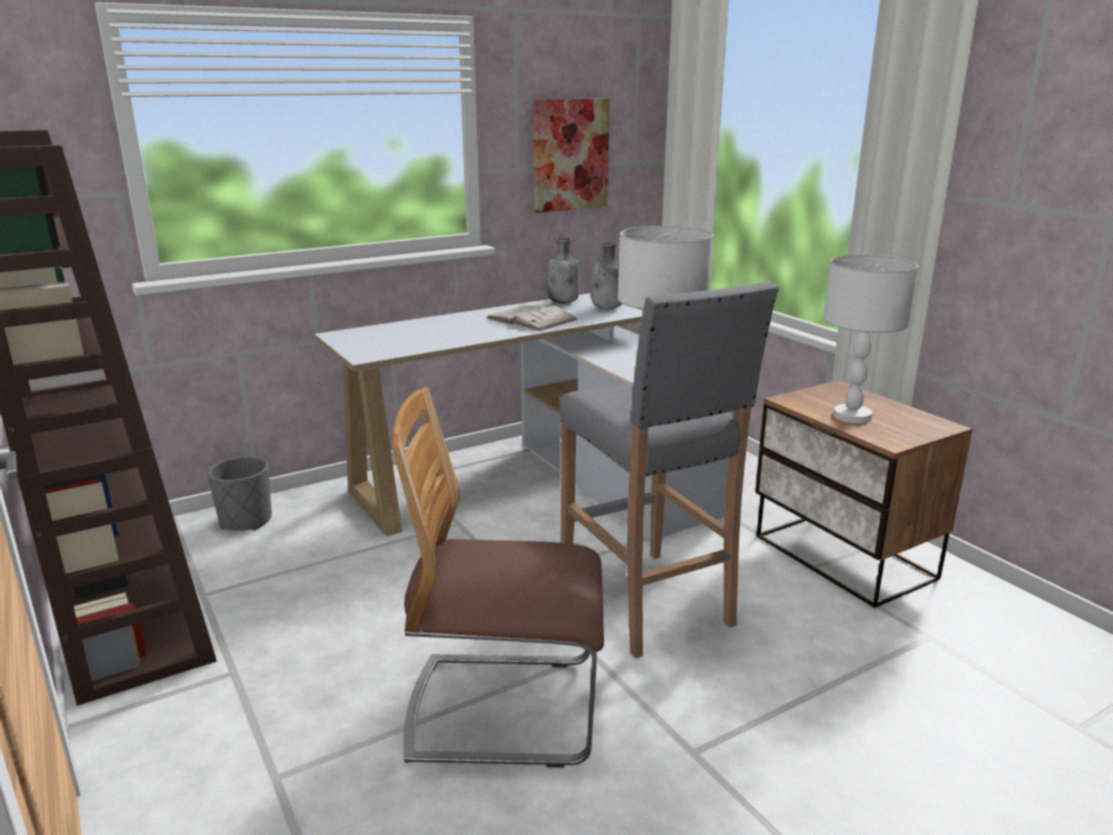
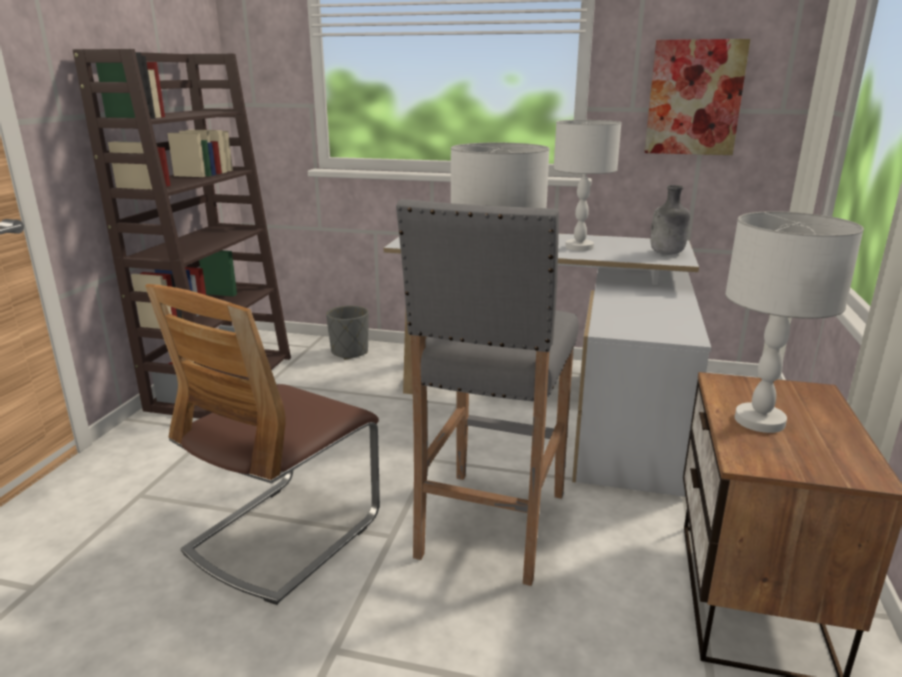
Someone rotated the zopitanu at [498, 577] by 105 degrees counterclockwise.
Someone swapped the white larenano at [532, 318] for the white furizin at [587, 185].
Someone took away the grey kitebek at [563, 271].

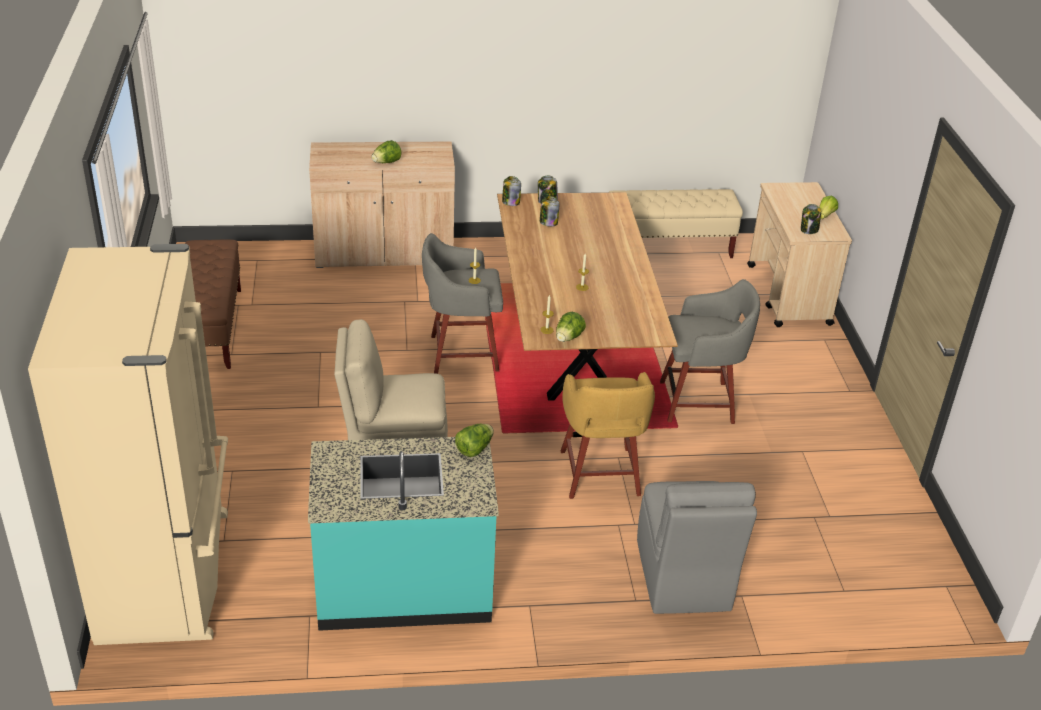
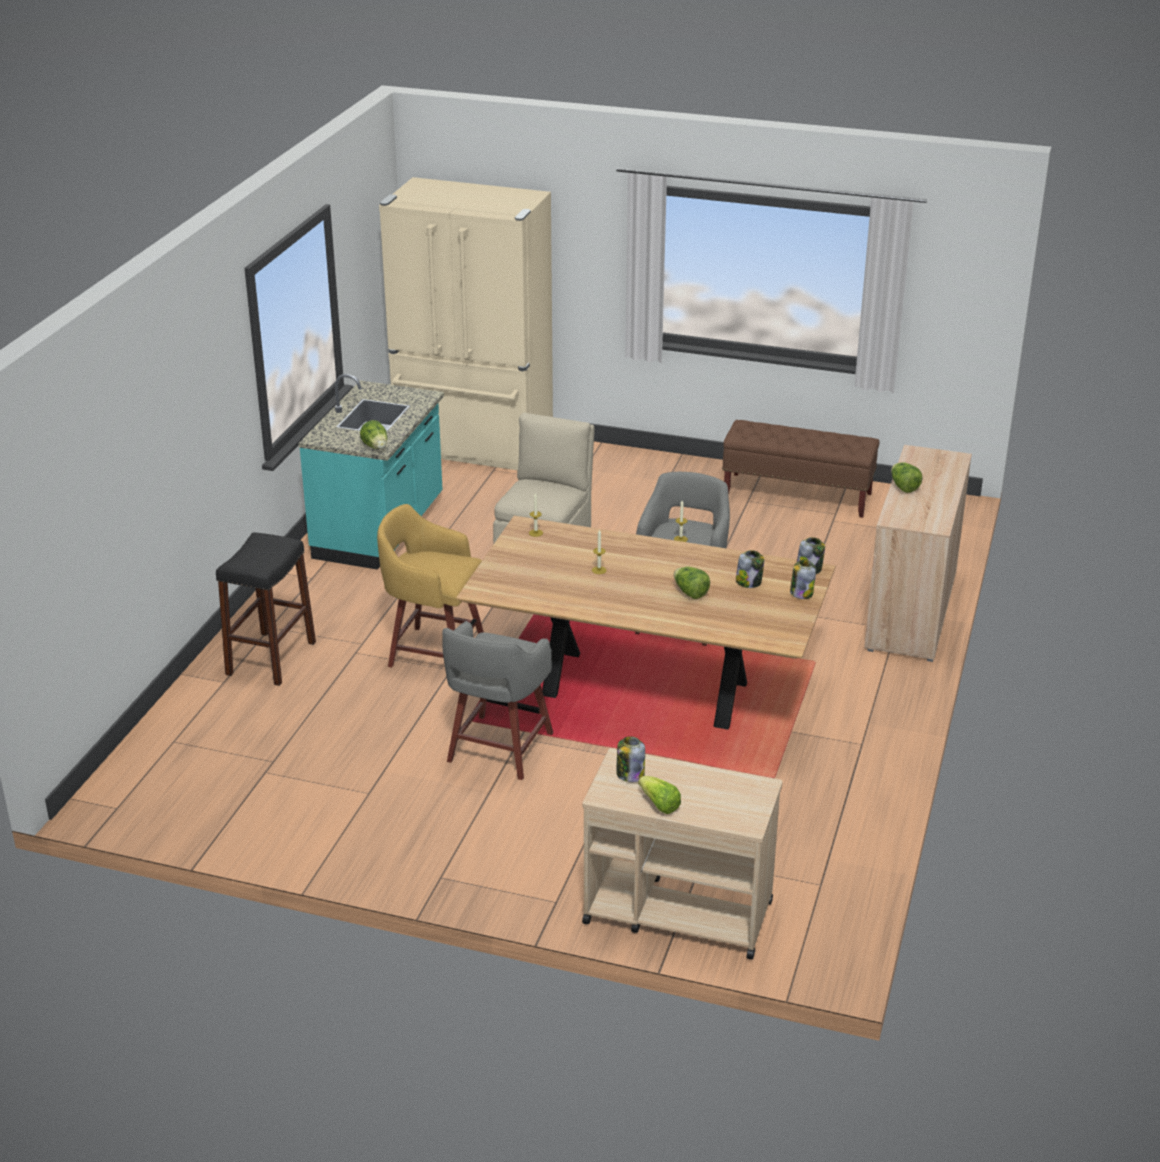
Someone carried the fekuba from [571, 327] to [692, 583].
Someone took away the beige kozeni at [676, 223].
Someone swapped the grey zopitanu at [697, 547] for the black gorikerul at [266, 609].

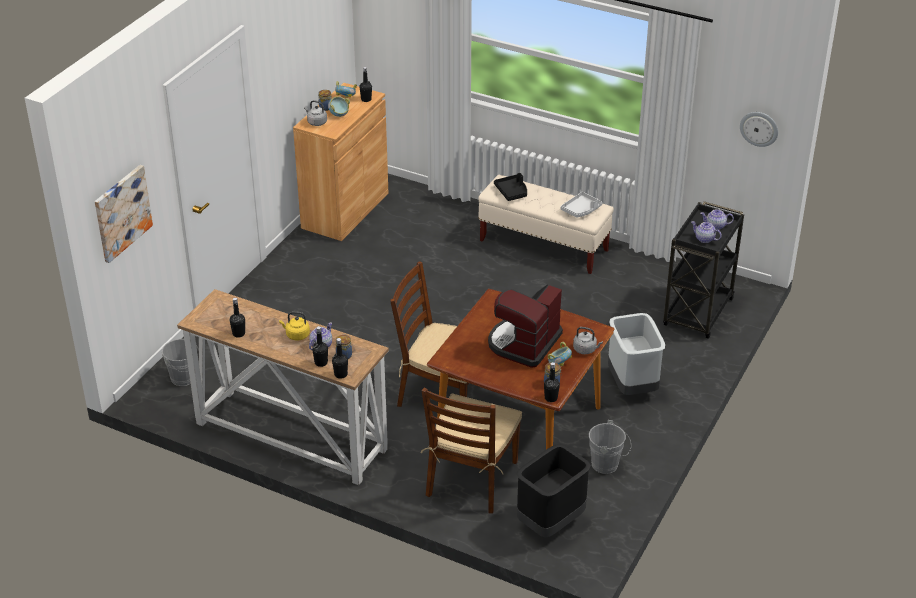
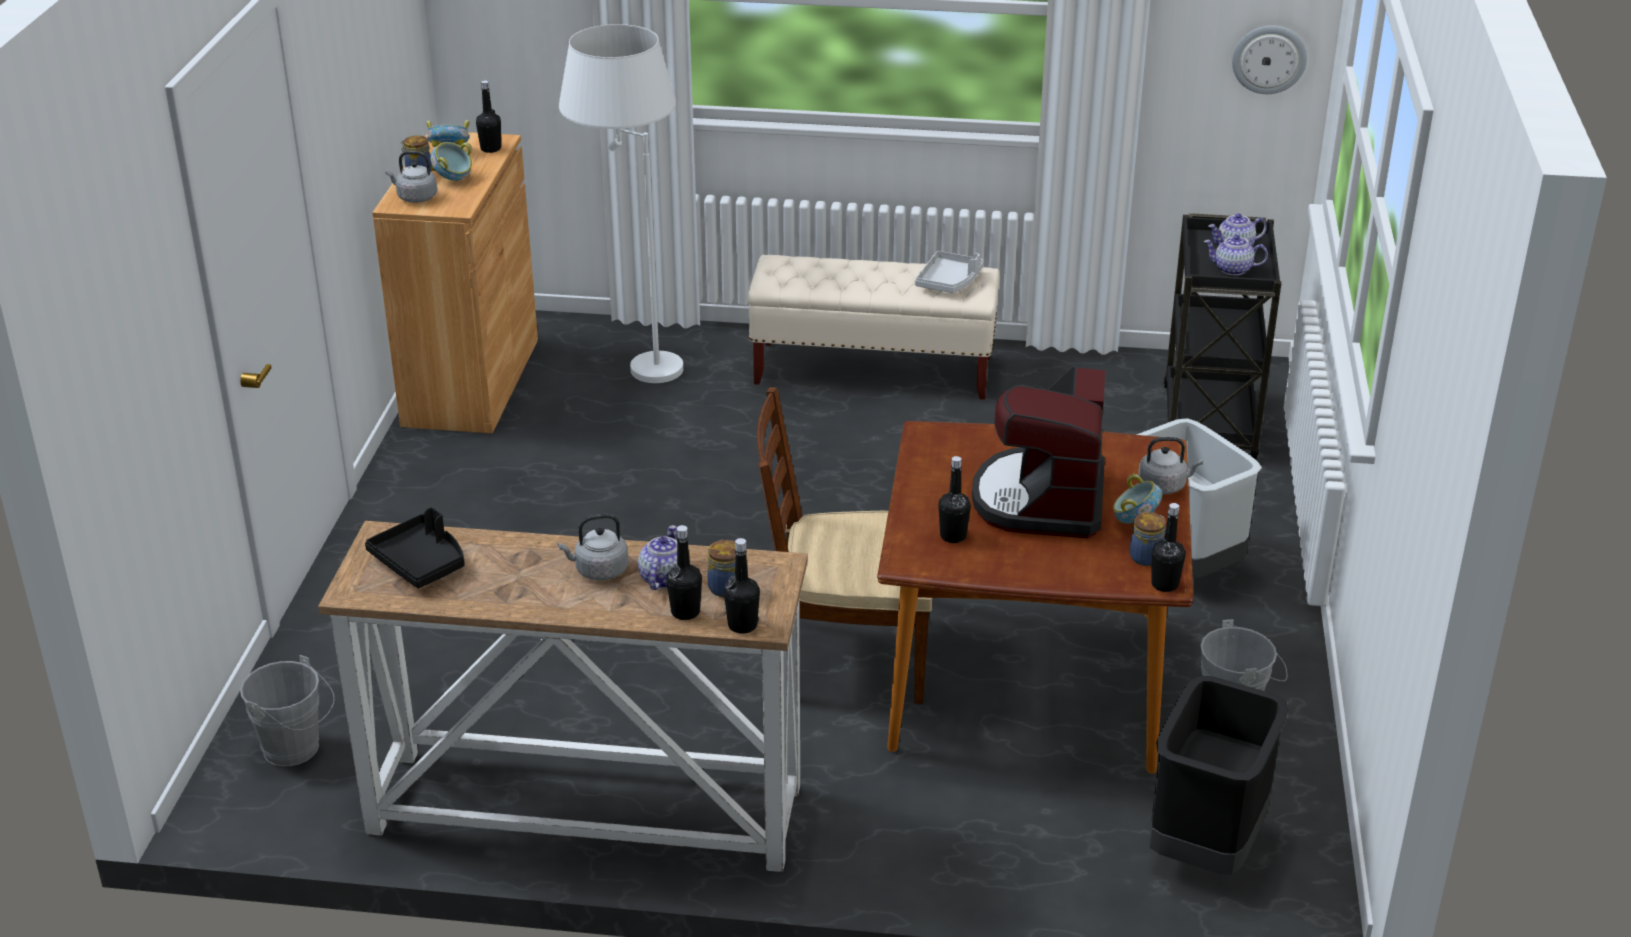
Someone took away the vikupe at [124, 214].
Someone carried the black kitebek from [237, 318] to [954, 499].
Someone repainted the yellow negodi at [294, 325], which became the grey negodi at [593, 547].
Someone took away the brown zopitanu at [471, 450].
Someone carried the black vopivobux from [510, 187] to [415, 547].
Someone put down the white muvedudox at [621, 203].

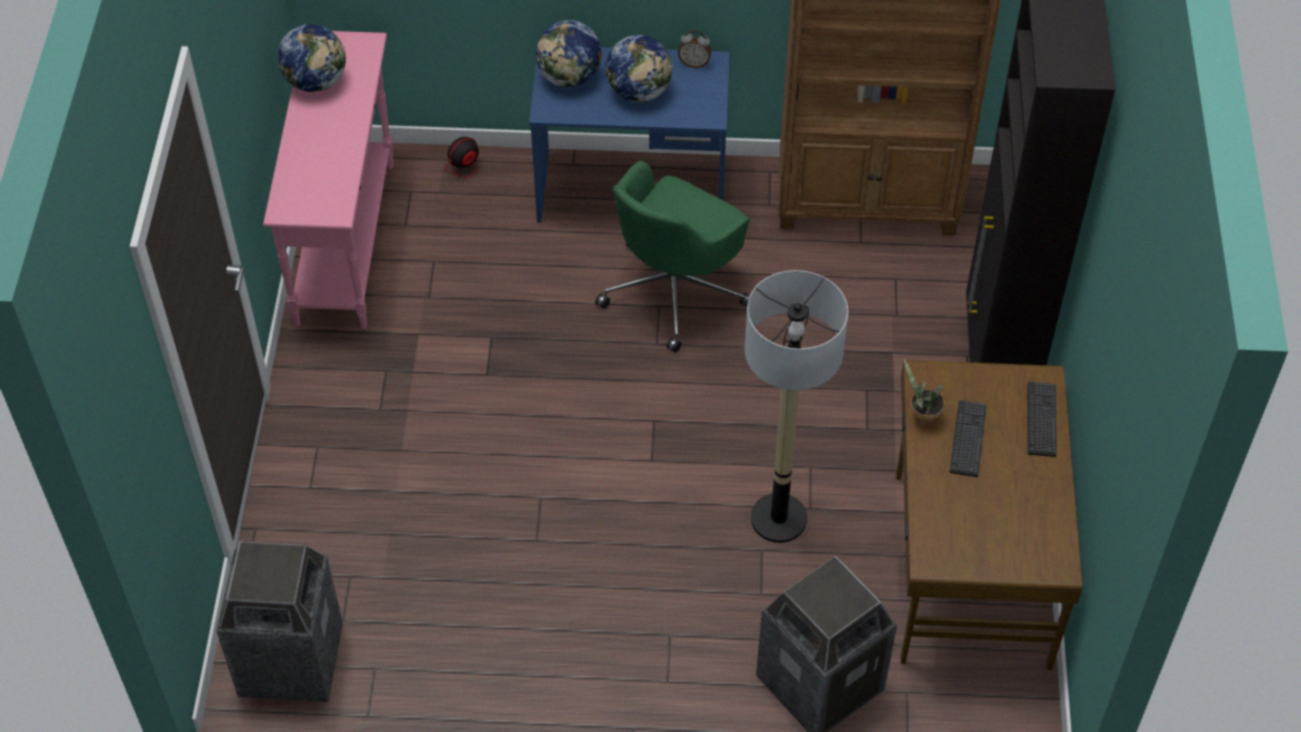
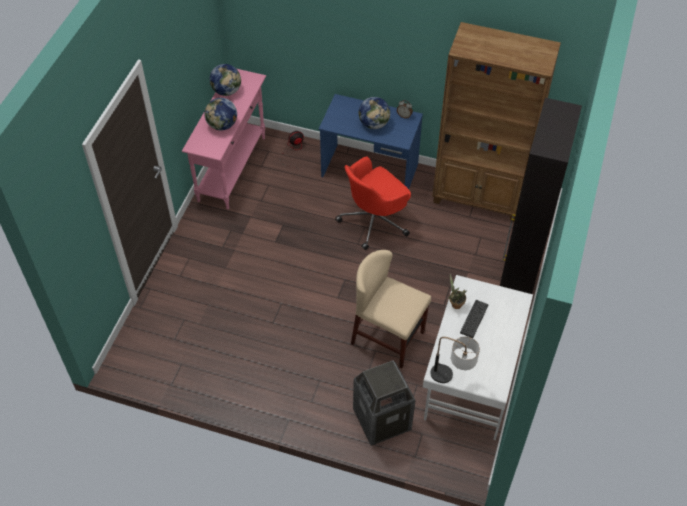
Someone took away the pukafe at [279, 621].
Someone carried the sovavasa from [568, 53] to [220, 114].
Someone repainted the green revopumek at [672, 257], which became the red revopumek at [373, 203].
Someone swapped the muvedudox at [796, 406] for the beige zopitanu at [391, 309].
Someone repainted the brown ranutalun at [989, 515], which became the white ranutalun at [478, 357].
Someone took away the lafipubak at [1042, 419].
Someone put down the furizin at [455, 360].

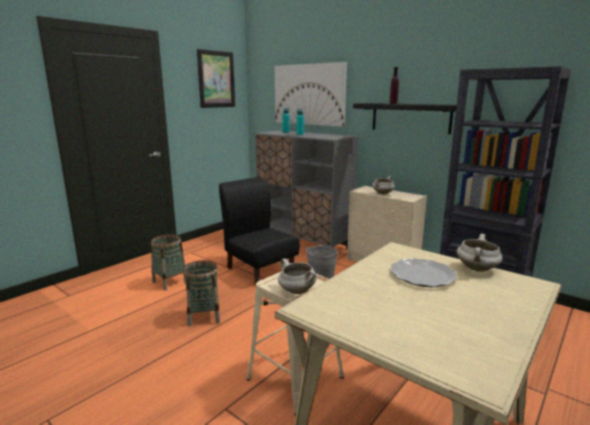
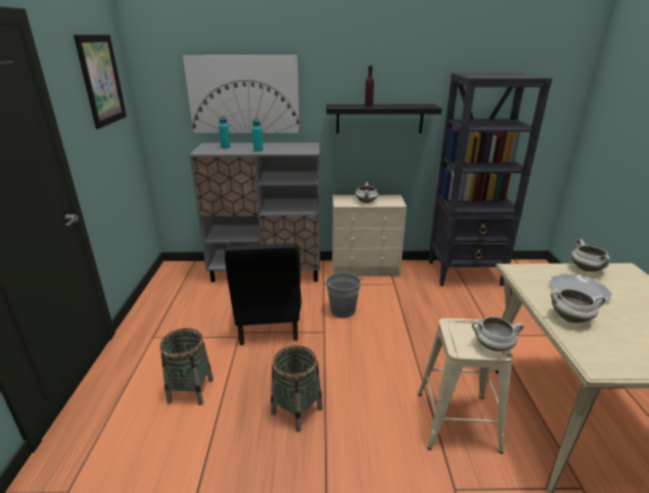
Someone rotated the black zopitanu at [259, 231] by 105 degrees counterclockwise.
Someone put down the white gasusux at [578, 306].

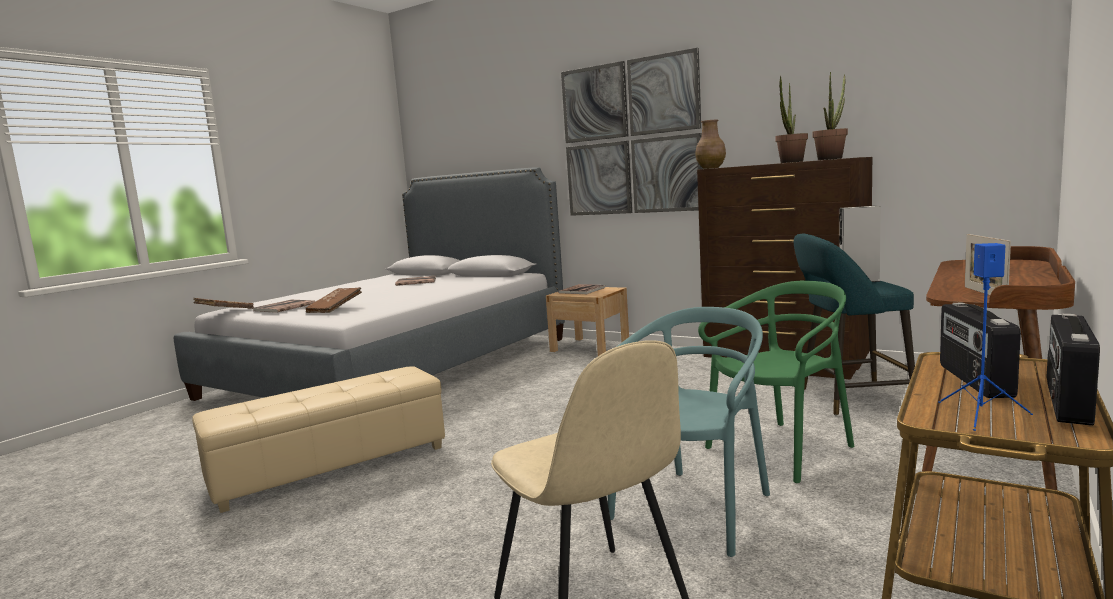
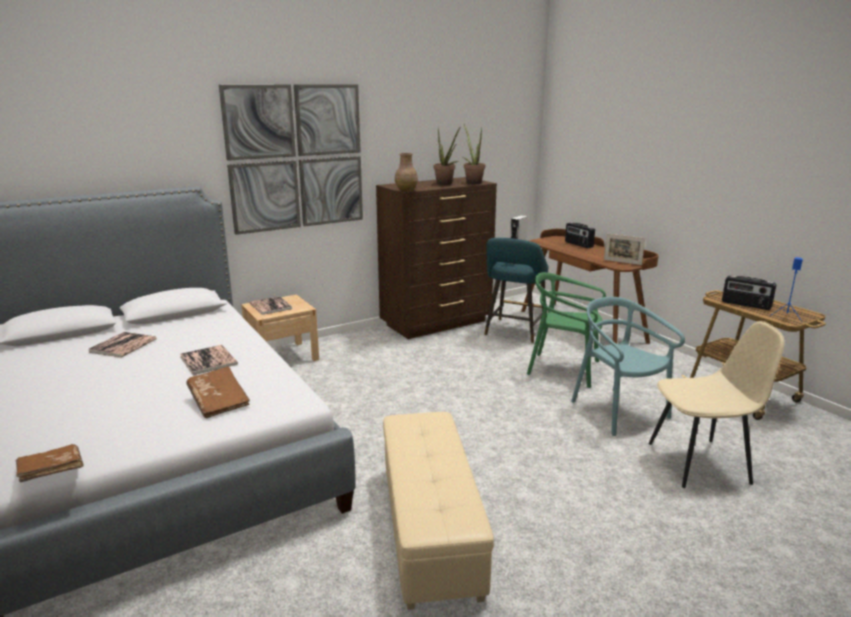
Someone carried the larenano from [284, 306] to [209, 360].
Someone rotated the green zopitanu at [776, 382] by 60 degrees counterclockwise.
Someone carried the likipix from [1073, 370] to [580, 235].

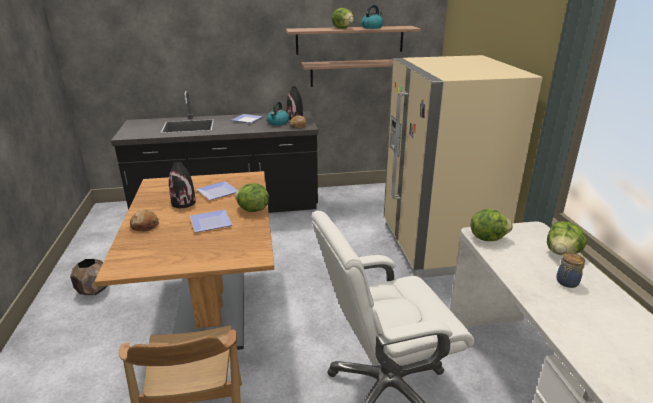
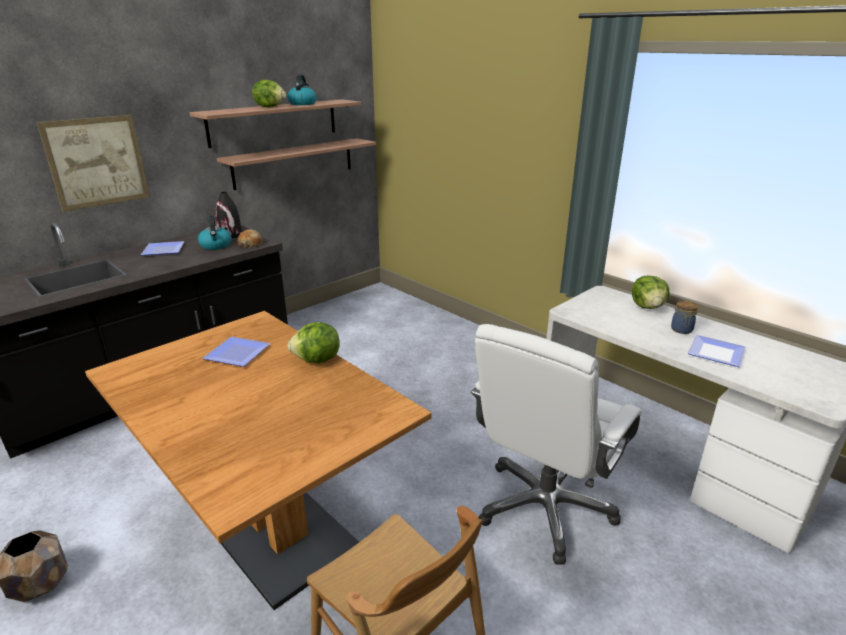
Someone took away the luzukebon at [144, 220].
Someone took away the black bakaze at [182, 184].
Someone carried the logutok from [211, 220] to [717, 351].
Someone took away the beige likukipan at [463, 166].
Someone took away the fekuba at [492, 225].
Someone put up the vikupe at [93, 163].

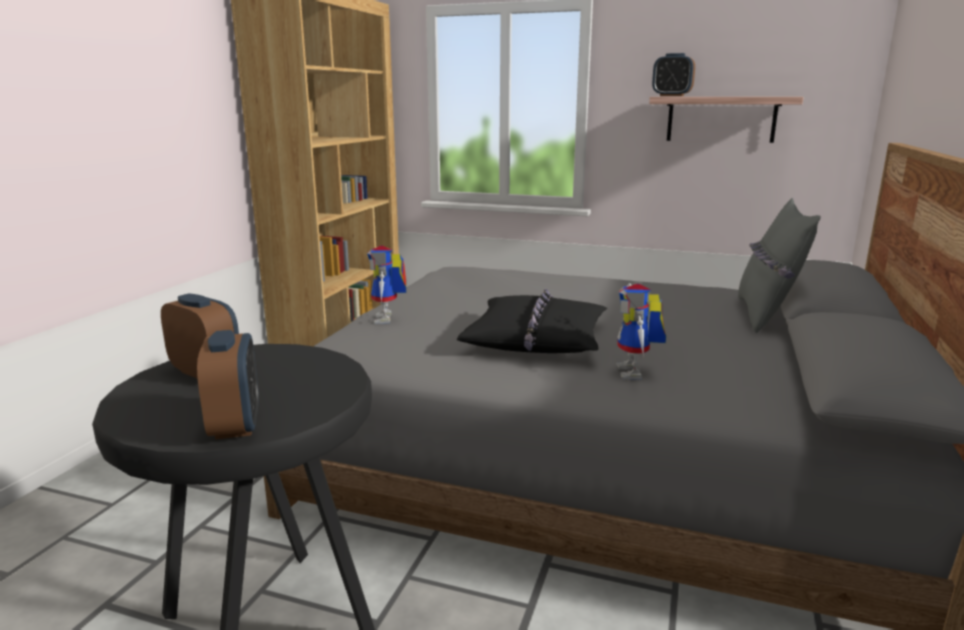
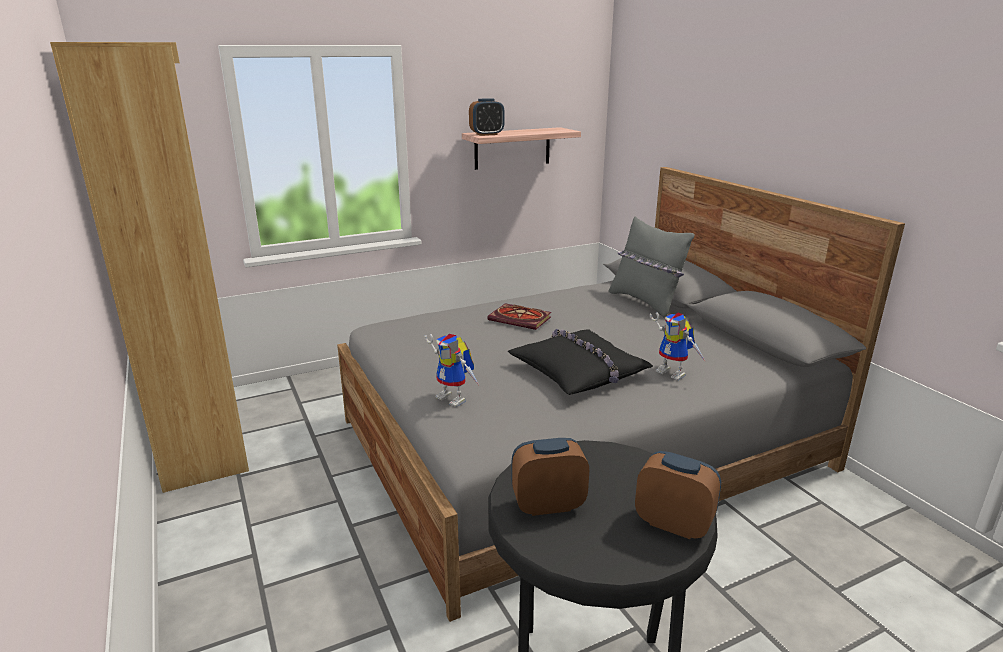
Someone put down the larenano at [519, 316].

